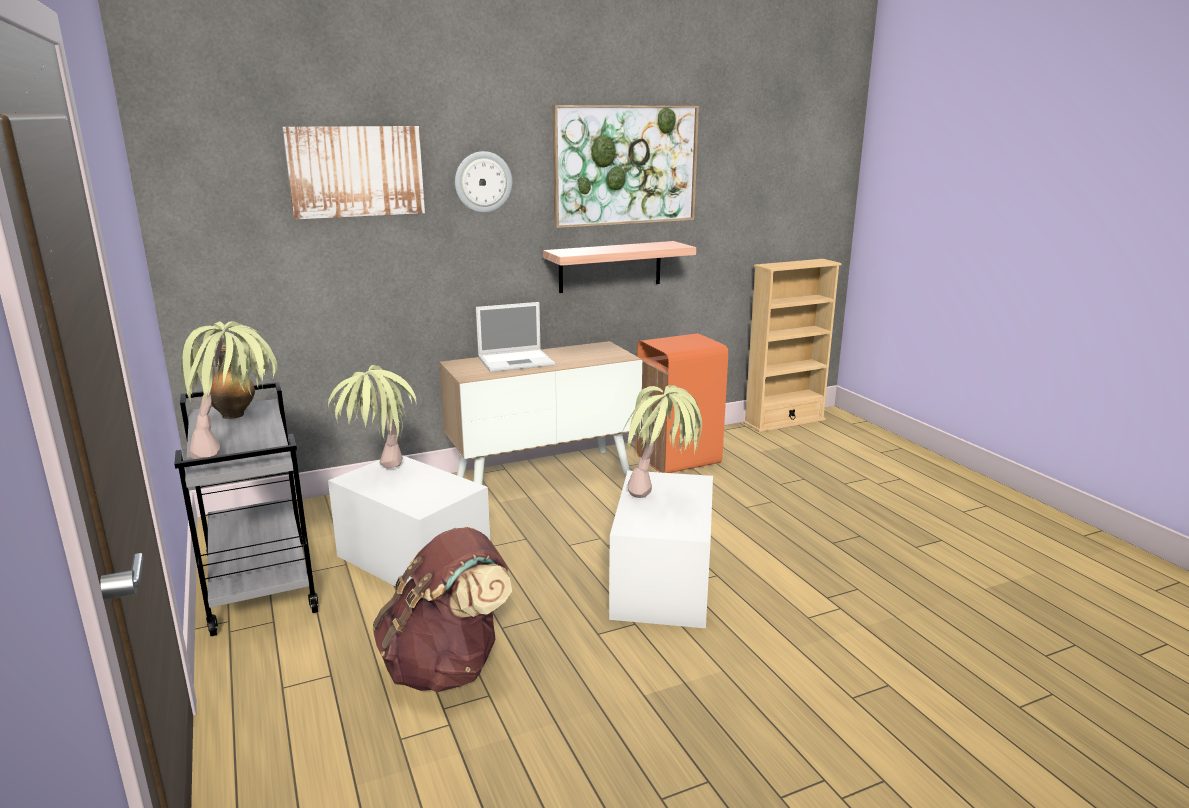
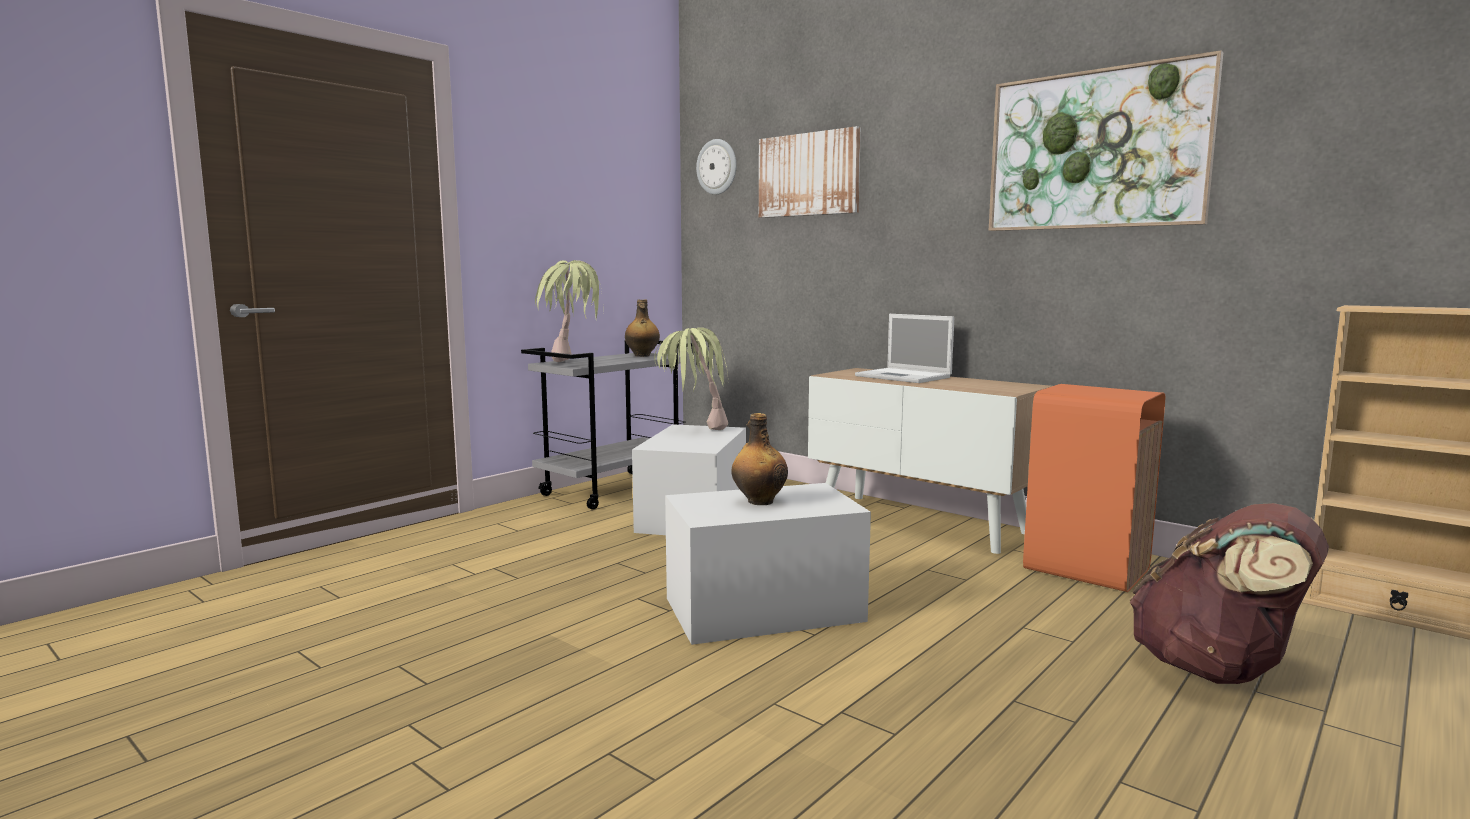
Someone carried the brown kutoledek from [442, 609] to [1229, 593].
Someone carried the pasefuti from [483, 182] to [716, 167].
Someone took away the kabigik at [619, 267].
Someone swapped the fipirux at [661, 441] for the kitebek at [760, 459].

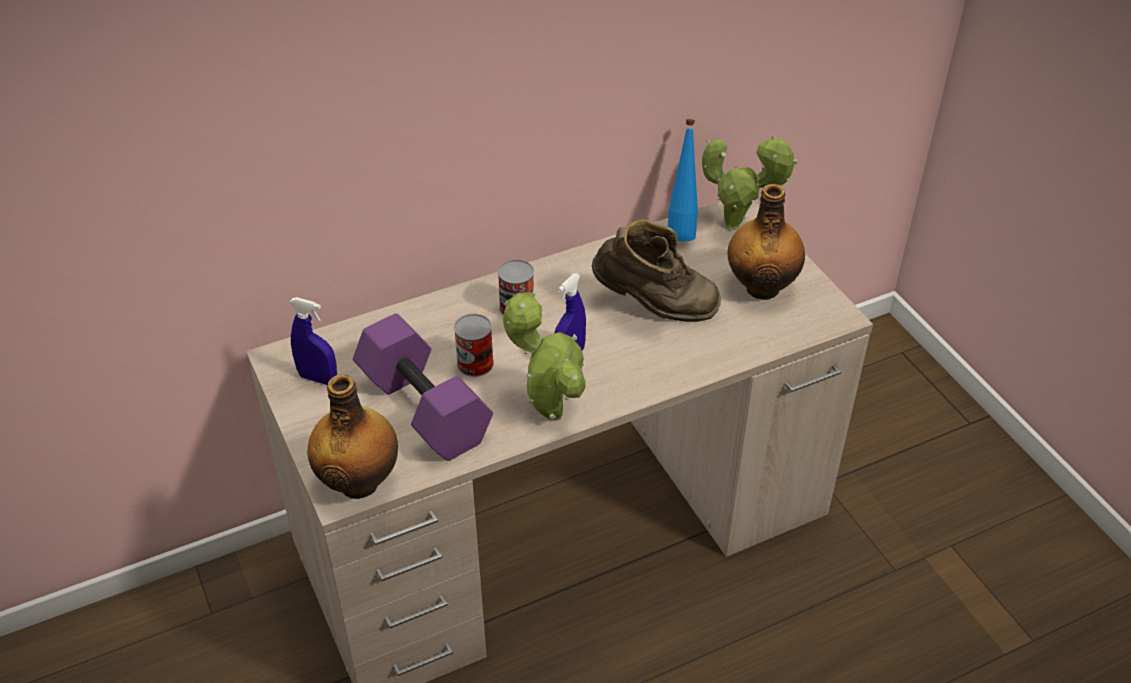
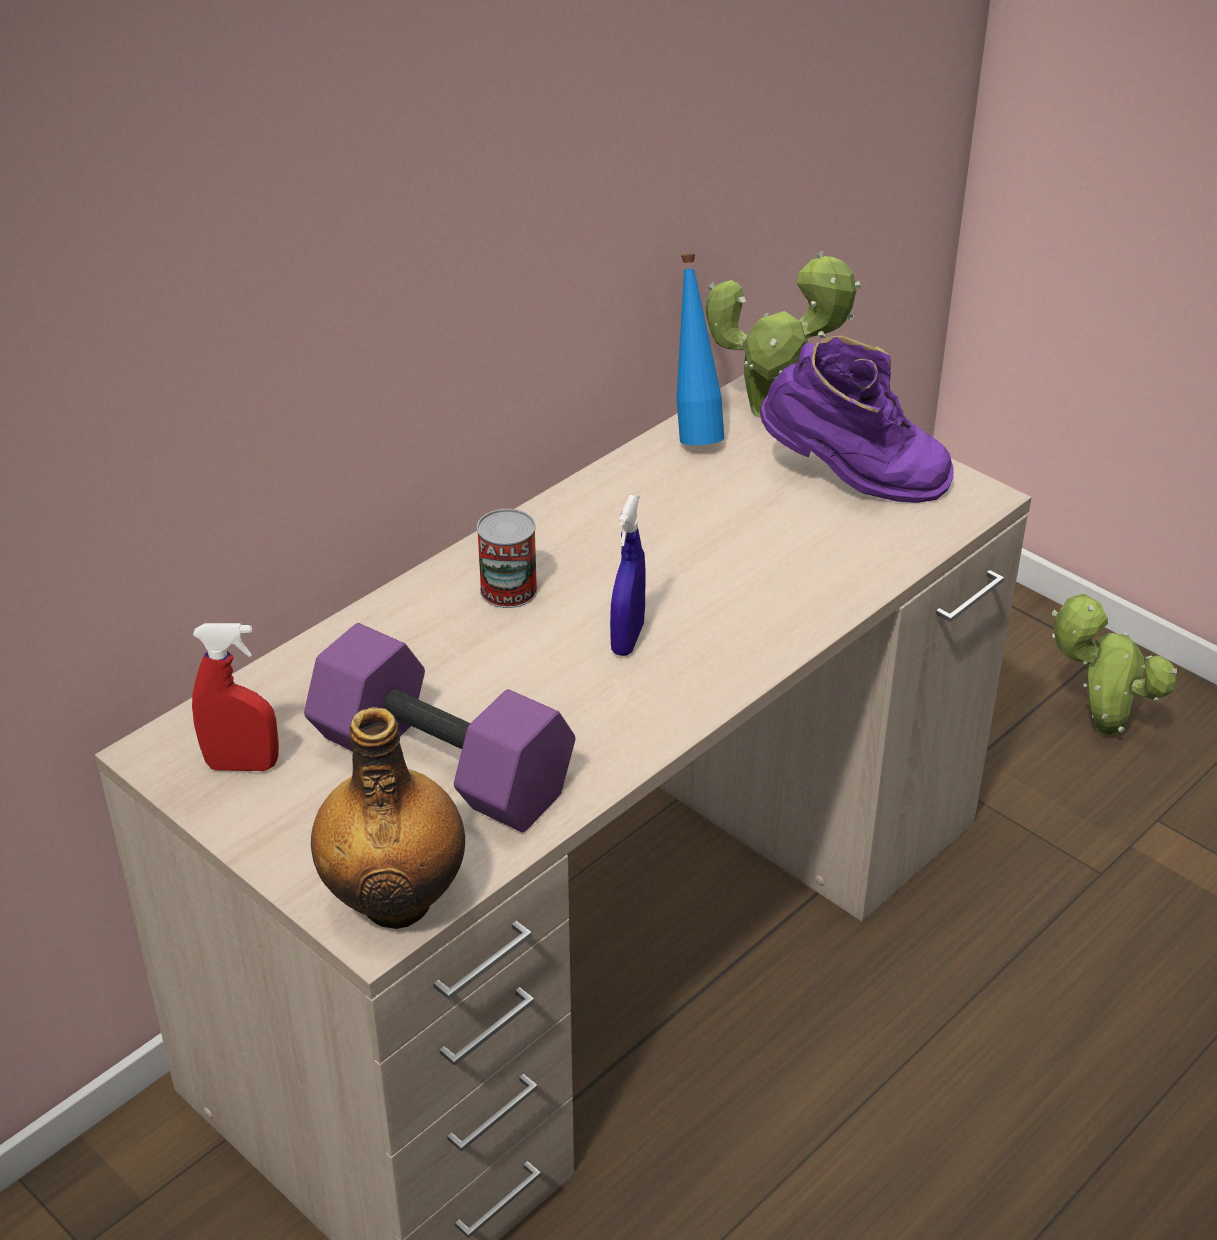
Someone repainted the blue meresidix at [313, 341], which became the red meresidix at [235, 697].
Someone took away the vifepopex at [474, 345].
Someone carried the fipirux from [544, 356] to [1114, 663].
Someone took away the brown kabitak at [656, 270].
Someone swapped the kitebek at [766, 242] for the purple kabitak at [857, 419].

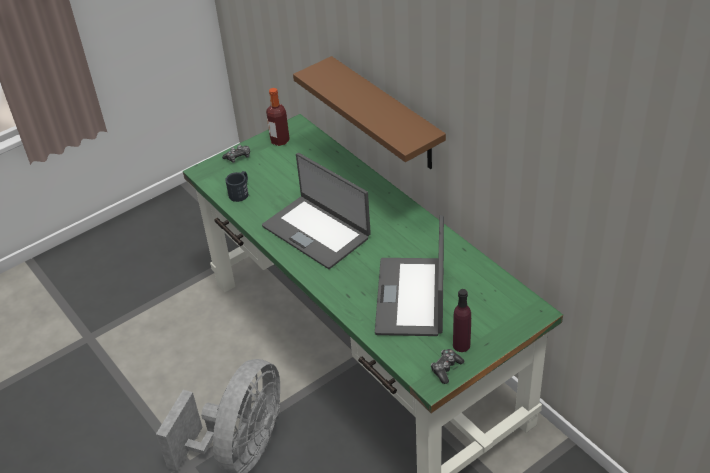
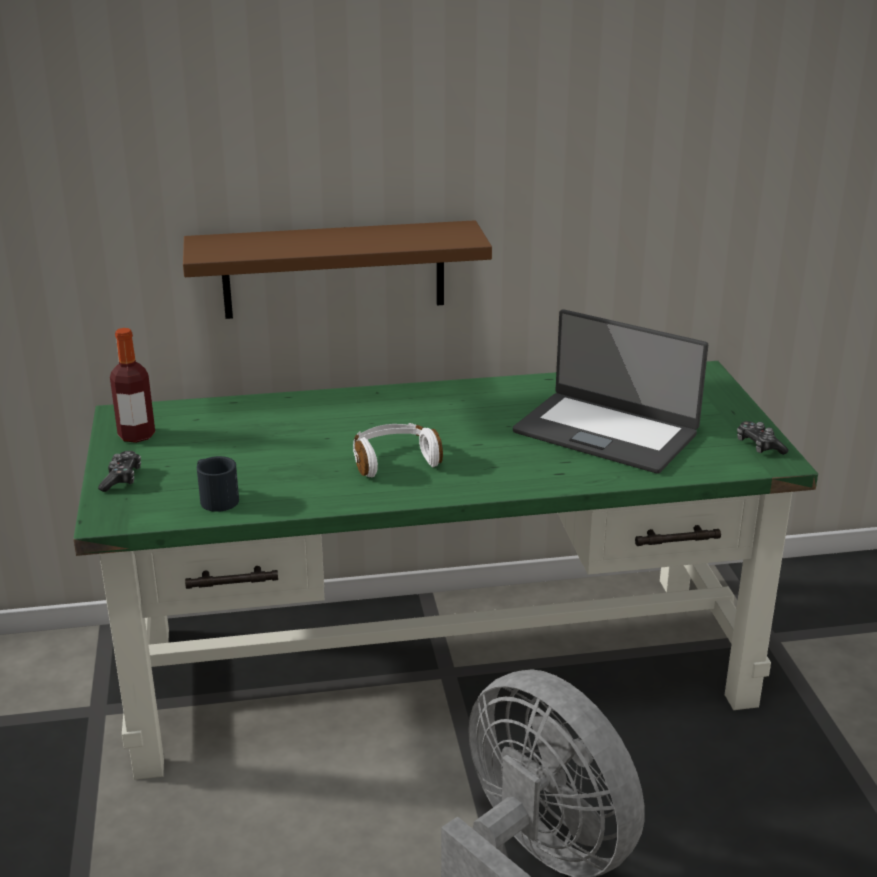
Someone swapped the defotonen at [316, 211] for the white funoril at [398, 450].
Someone took away the purple kitebek at [462, 320].

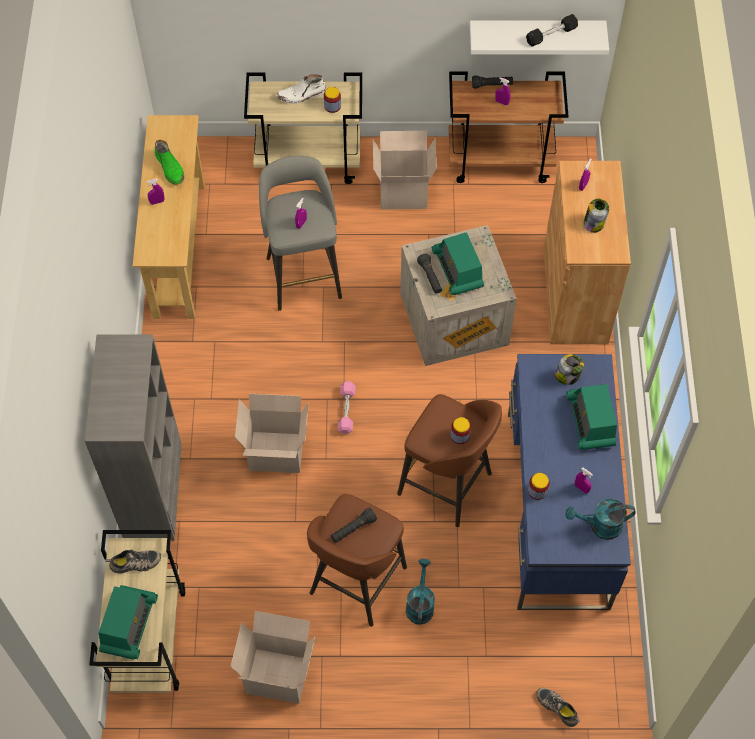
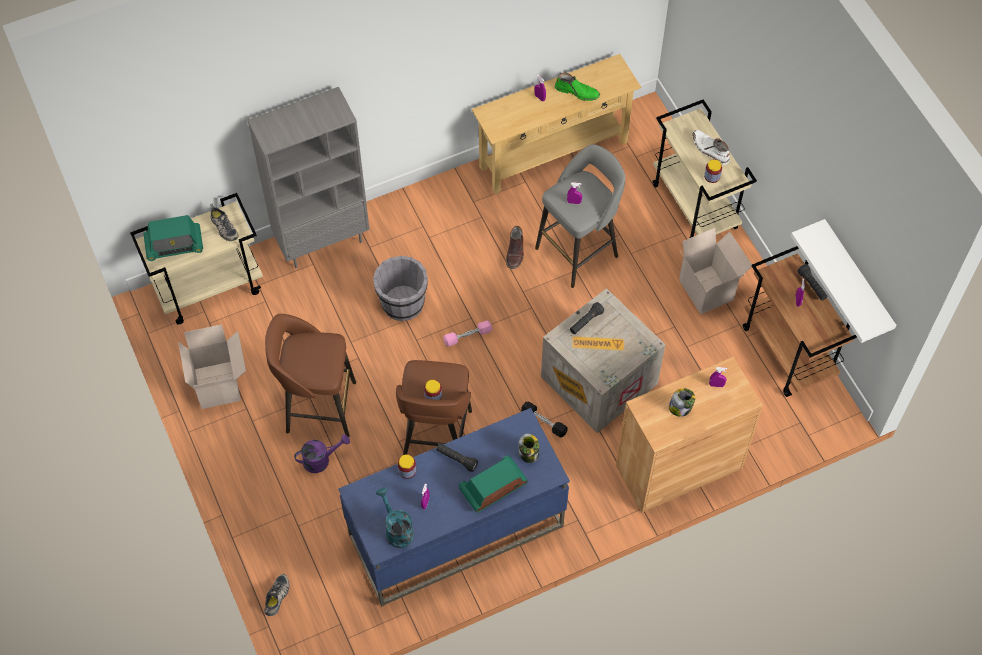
Someone rotated the green kabitak at [169, 162] by 105 degrees counterclockwise.
Someone swapped the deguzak at [271, 433] for the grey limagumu at [400, 288].
Someone carried the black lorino from [354, 525] to [457, 457].
Someone repainted the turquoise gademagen at [420, 592], which became the purple gademagen at [322, 453].
Someone took away the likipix at [458, 263].
Someone carried the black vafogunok from [552, 30] to [544, 419].
Someone put down the brown kabitak at [515, 247].

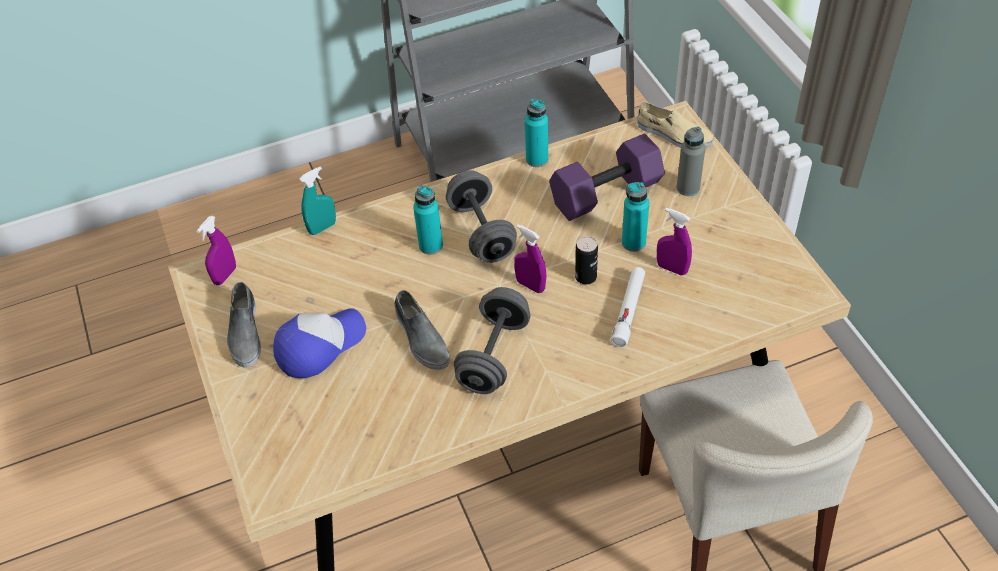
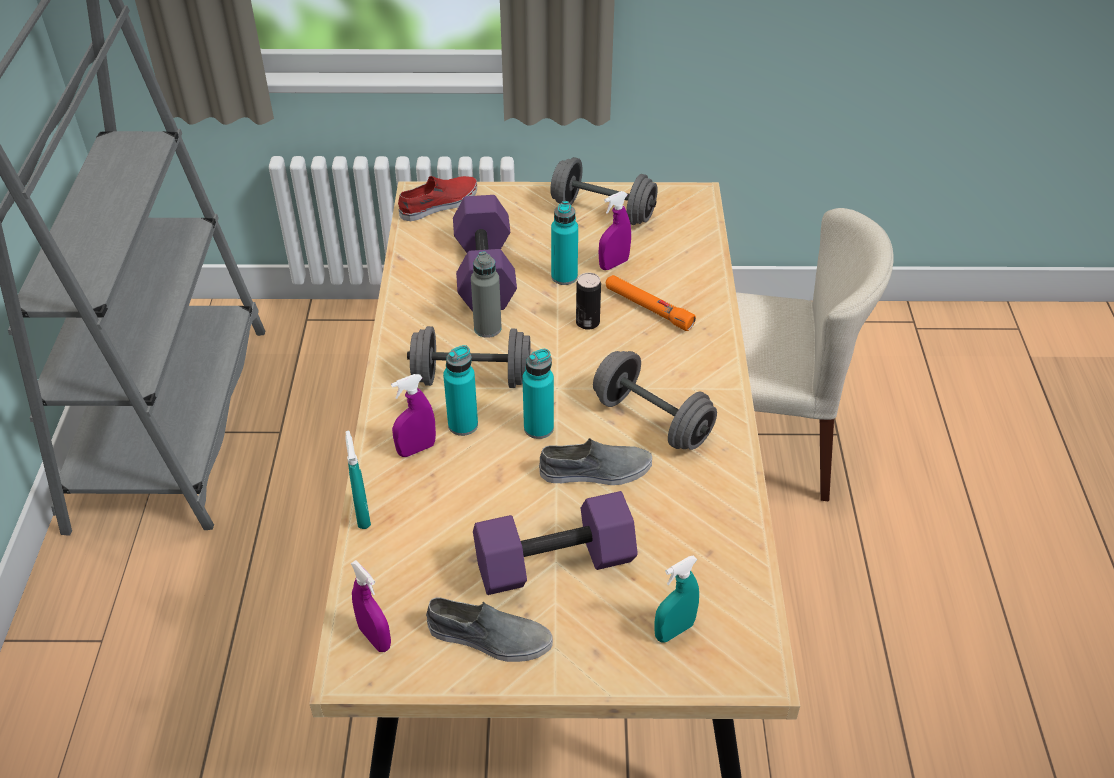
Someone swapped the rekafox at [319, 343] for the purple vafogunok at [555, 543].
Someone carried the purple meresidix from [530, 258] to [413, 415].
Someone carried the turquoise kitebek from [536, 132] to [538, 394].
Someone repainted the white lorino at [628, 307], which became the orange lorino at [651, 303].
Someone repainted the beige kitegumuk at [675, 125], which became the red kitegumuk at [437, 198].
Someone carried the grey kitebek from [691, 161] to [486, 294].
Someone put down the grey vafogunok at [604, 191].
Someone put down the turquoise meresidix at [676, 599].

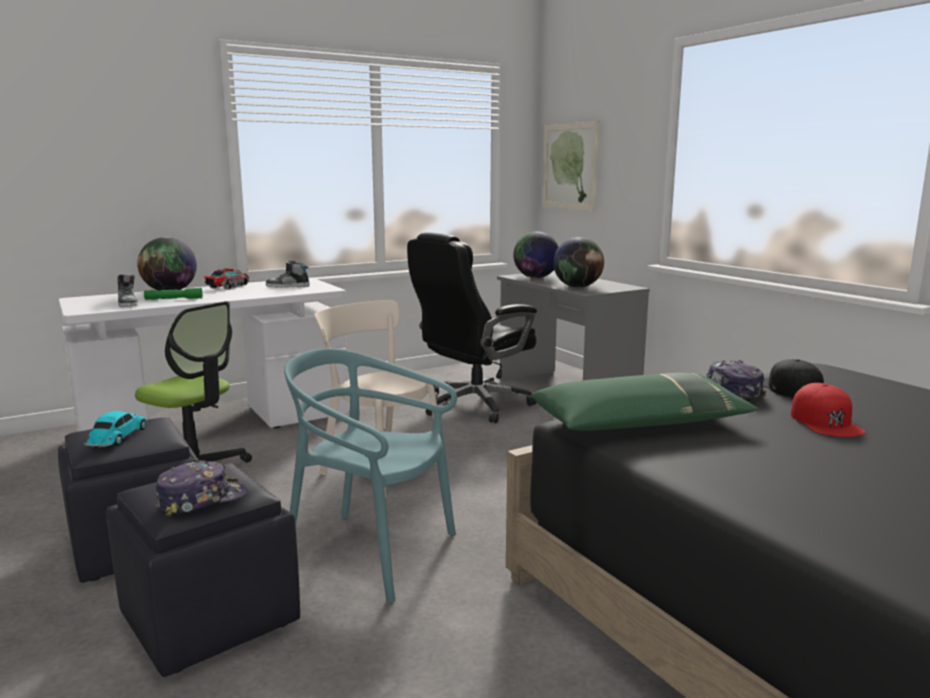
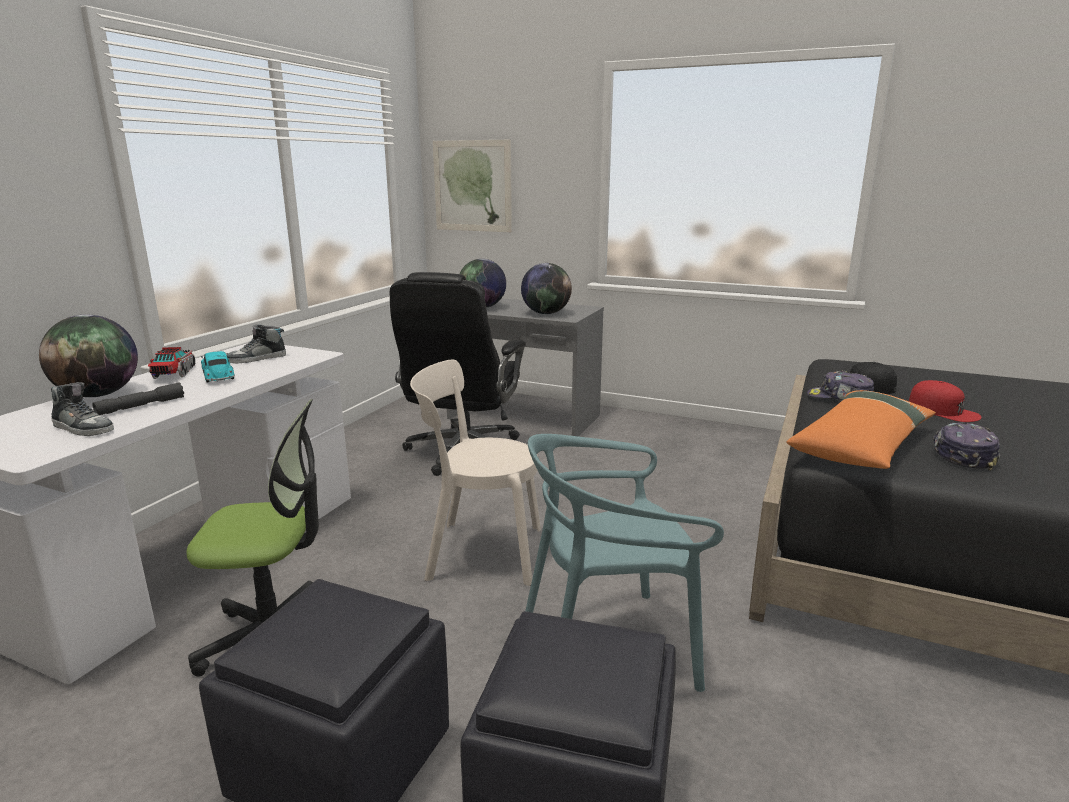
Someone carried the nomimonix from [115, 429] to [218, 367].
Someone repainted the green lorino at [173, 294], which became the grey lorino at [138, 398].
Someone carried the rekafox from [202, 489] to [966, 446].
Someone repainted the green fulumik at [645, 402], which became the orange fulumik at [861, 429].

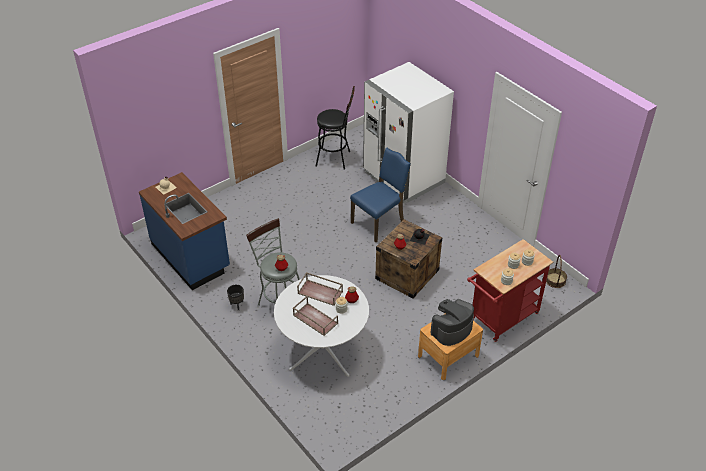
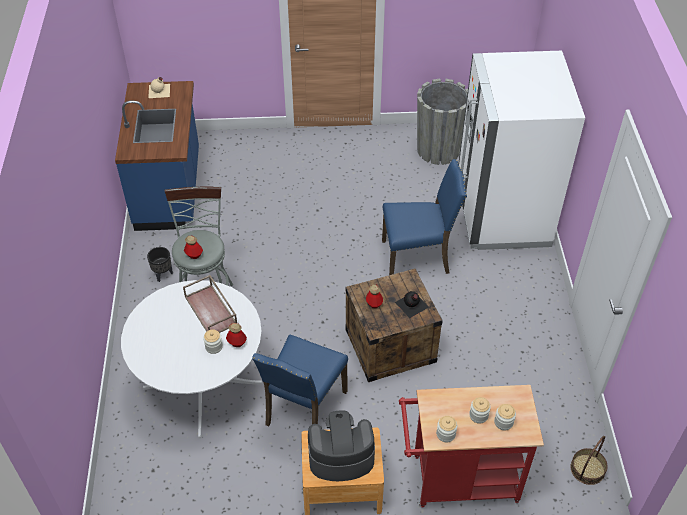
Someone took away the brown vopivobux at [315, 316].
Someone swapped the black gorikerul at [335, 128] for the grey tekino at [442, 122].
Someone put down the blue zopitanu at [300, 380].

